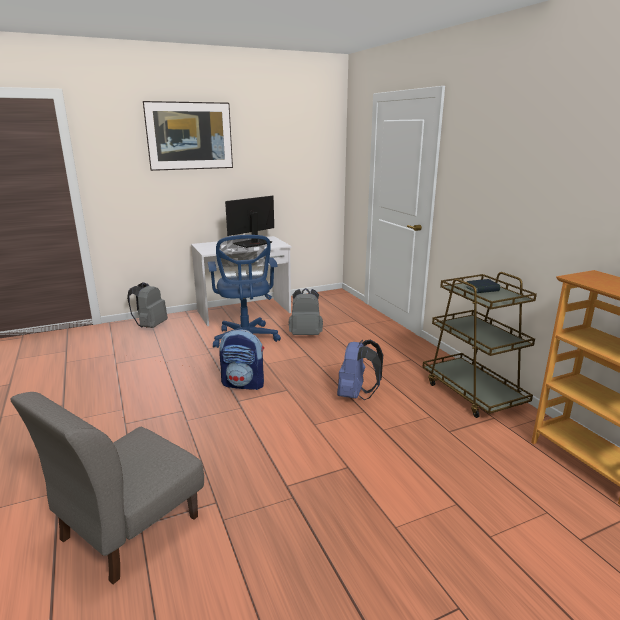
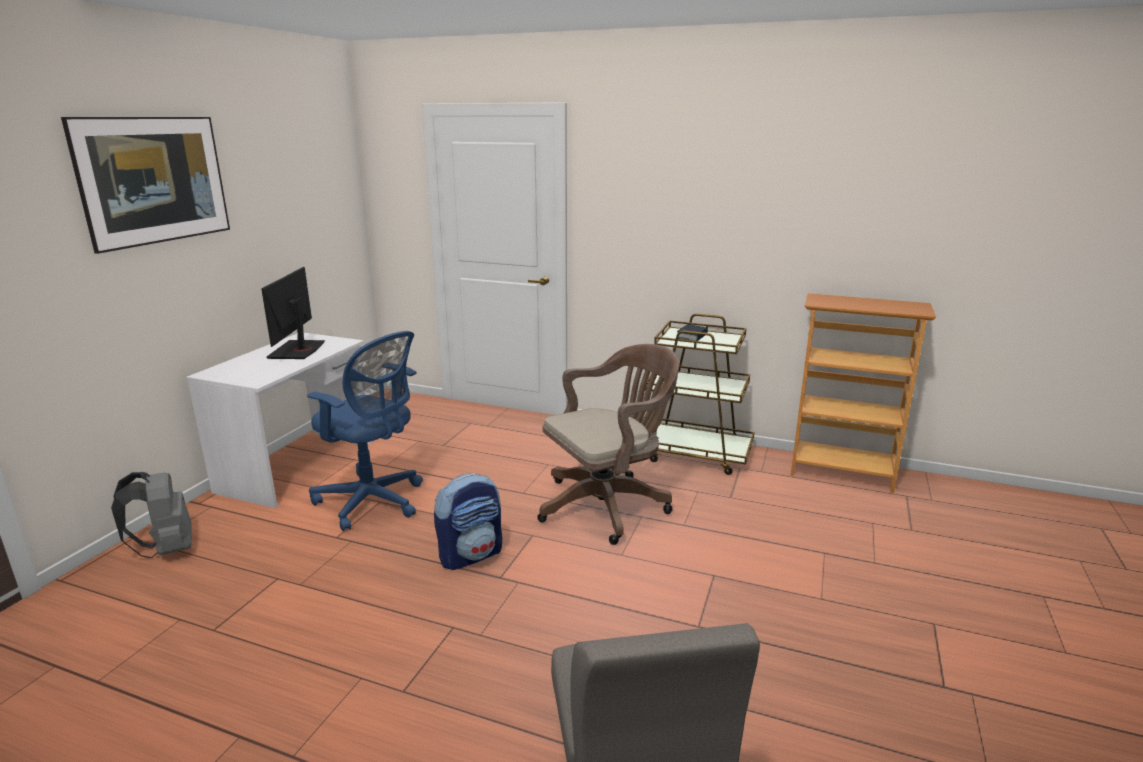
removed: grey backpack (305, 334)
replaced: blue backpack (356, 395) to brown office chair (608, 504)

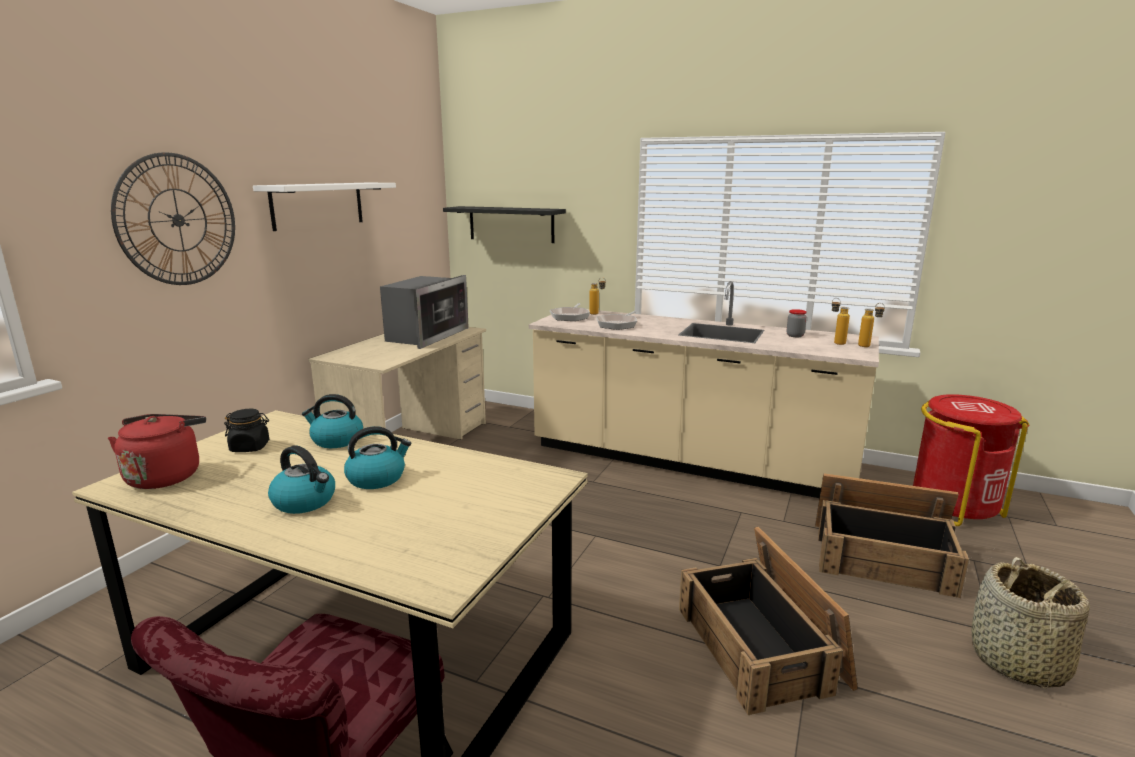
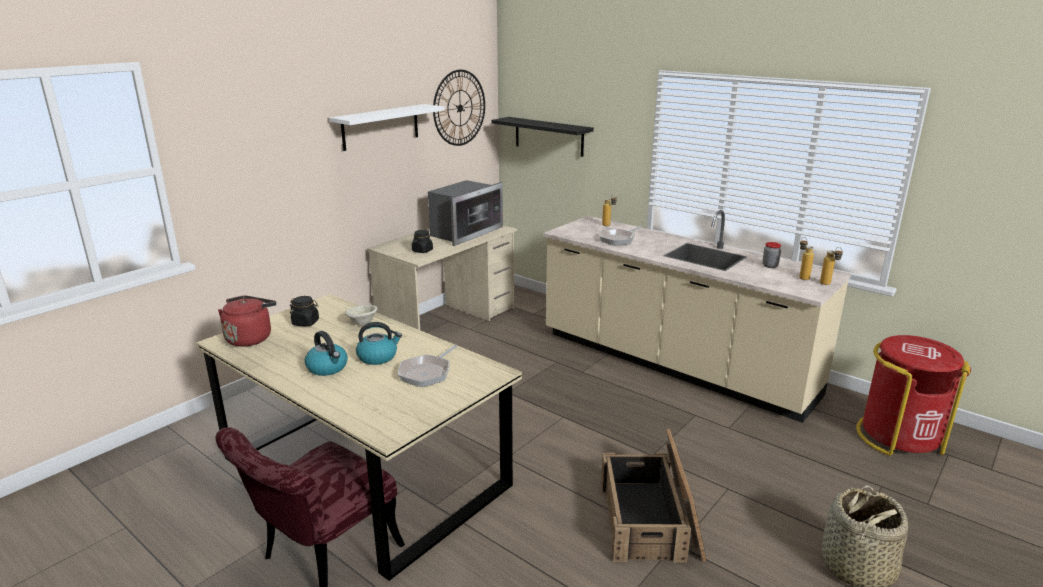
removed: crate (882, 557)
added: black jar (422, 251)
moved: wall clock (178, 220) to (459, 108); frying pan (570, 316) to (427, 373)
replaced: kettle (336, 440) to beige bowl (362, 324)

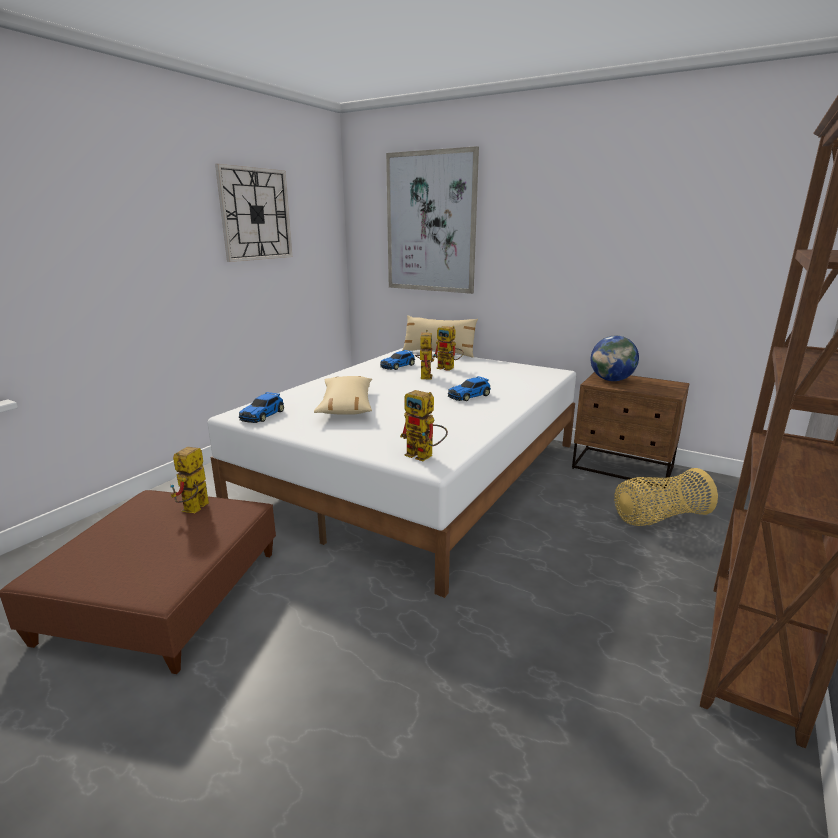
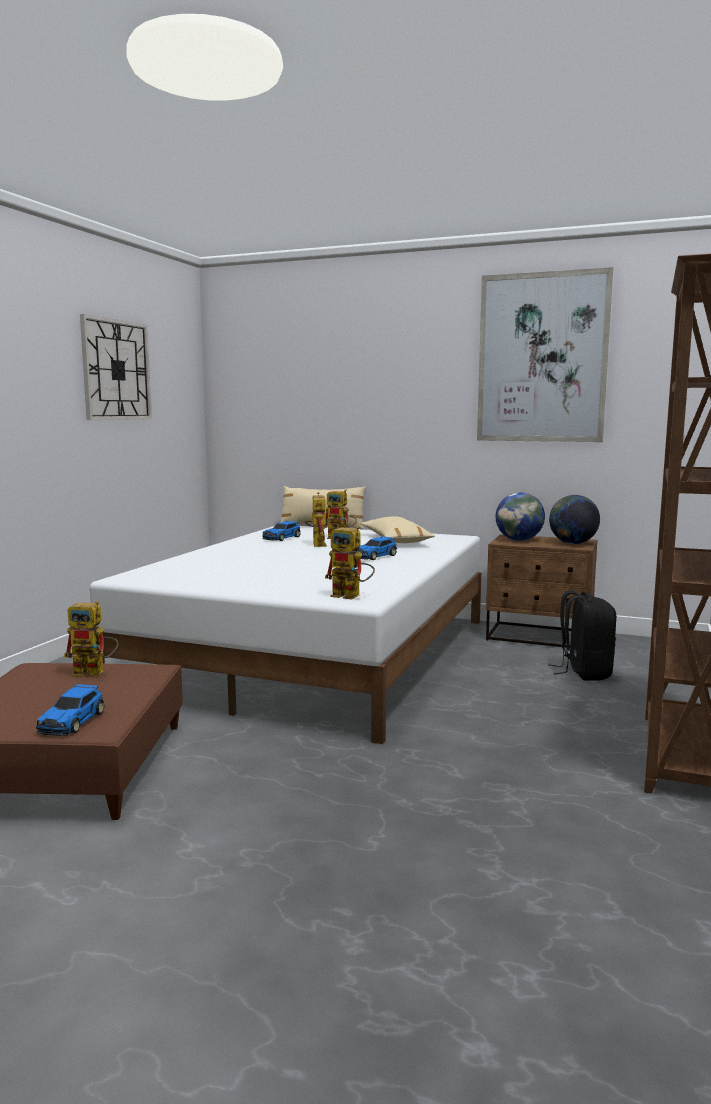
added: globe (573, 544)
moved: picture (431, 223) to (542, 358); beige pillow (346, 405) to (395, 540); toy car (263, 415) to (73, 721)
replaced: basket (658, 518) to black backpack (583, 672)
turned: toy robot (194, 510) = (95, 672) 90 degrees counterclockwise

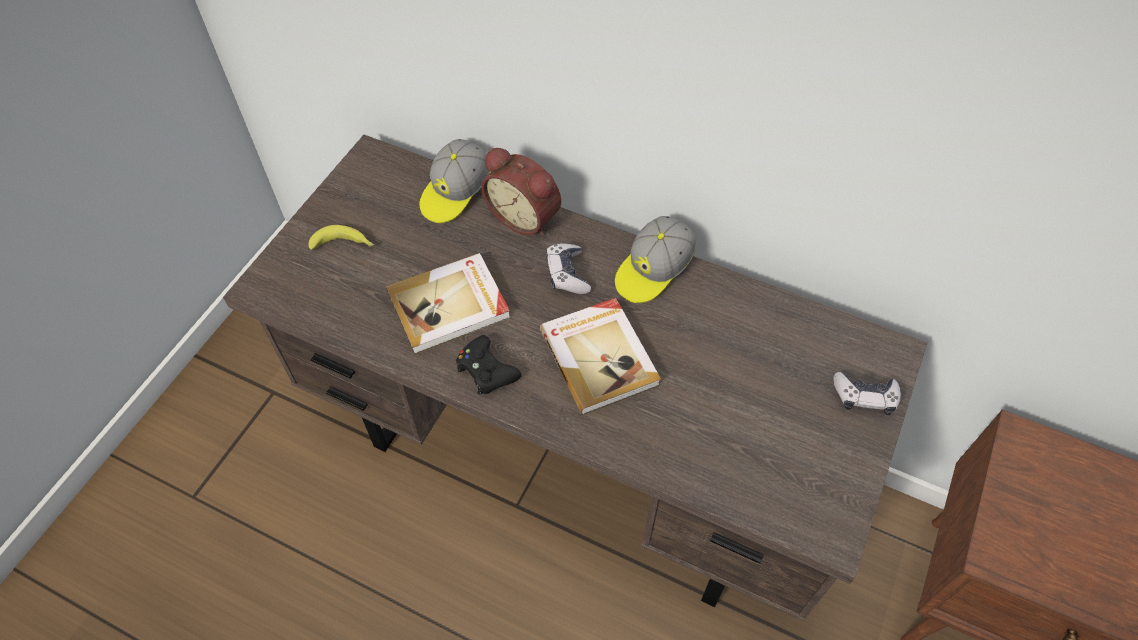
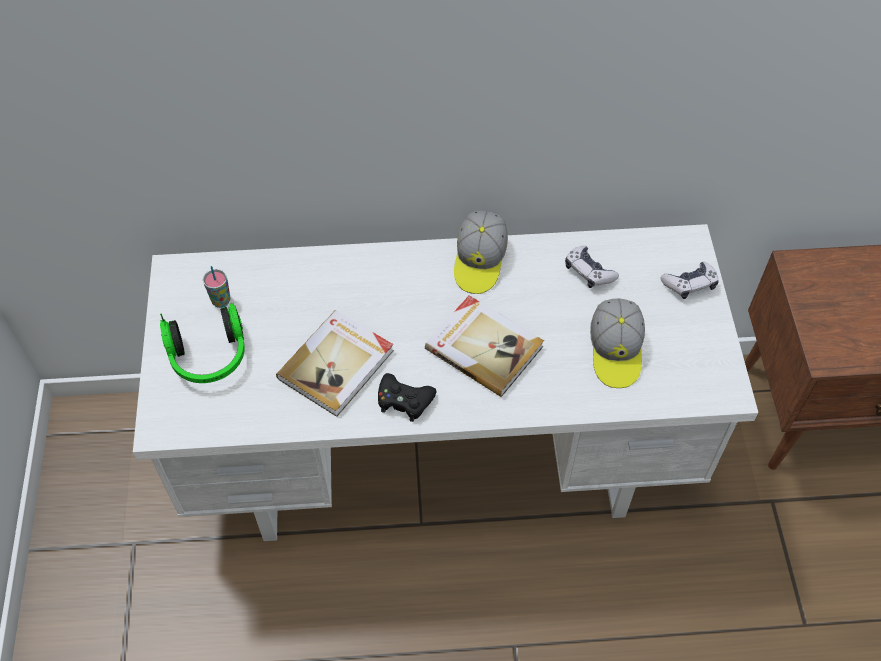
removed: alarm clock (525, 216)
added: cup (221, 301)
moved: cap (455, 193) to (615, 351); game controller (567, 274) to (589, 272)
replaced: banana (344, 245) to headphones (209, 358)
recoloured: brown desk (572, 458) to white desk (443, 461)

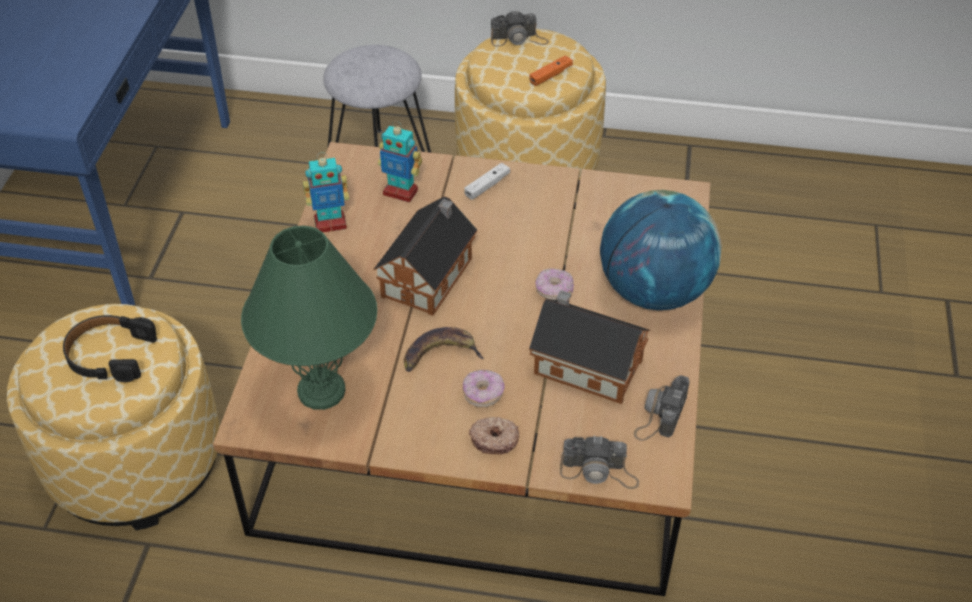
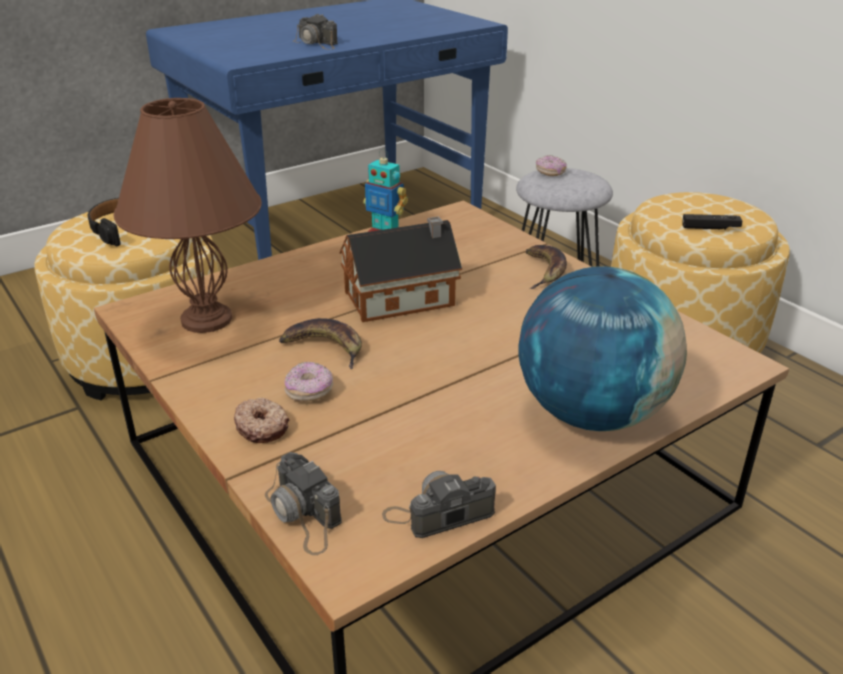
removed: toy robot (401, 192); toy house (584, 364)
moved: photo camera (519, 39) to (317, 43); donut (554, 291) to (550, 173)
replaced: white game controller (487, 186) to banana (544, 271)
recoloured: orange game controller (550, 75) to black game controller (710, 228); green table lamp (322, 391) to brown table lamp (206, 320)

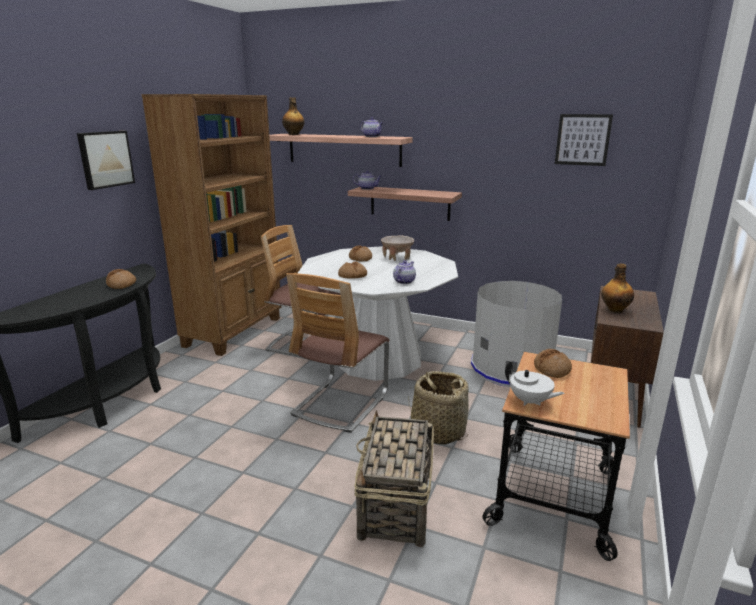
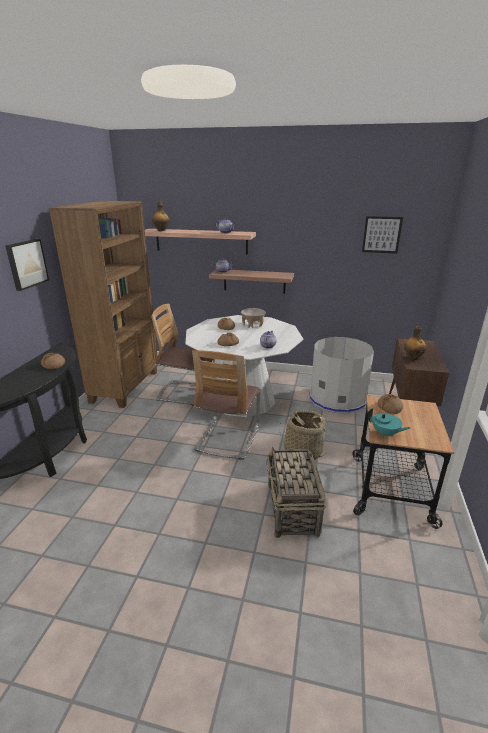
recoloured: white teapot (530, 401) to turquoise teapot (385, 433)

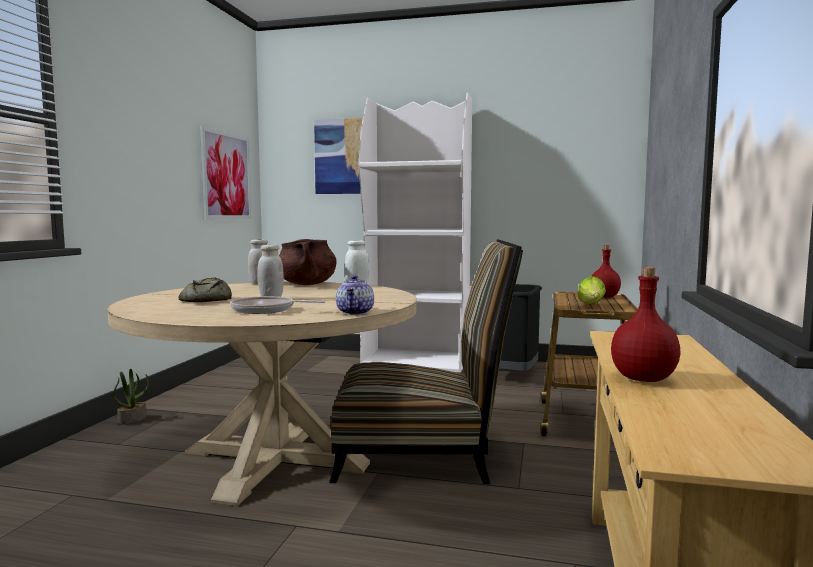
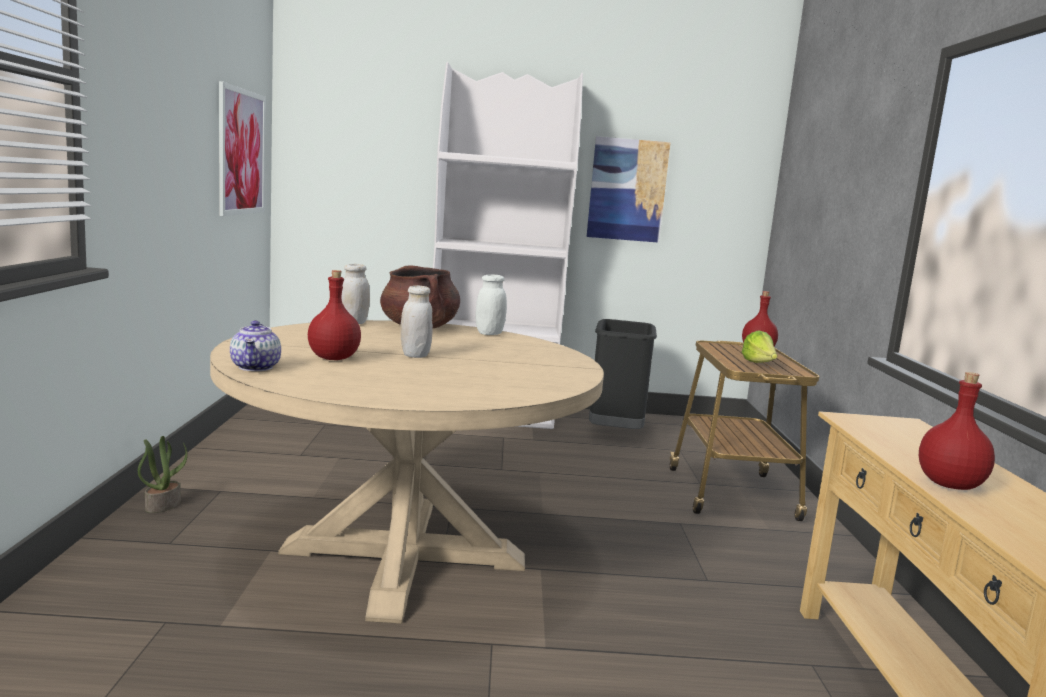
removed: chair (423, 455); frying pan (266, 310)
moved: picture (341, 156) to (627, 190); teapot (355, 312) to (256, 367)
replaced: bread (205, 300) to red bottle (334, 358)

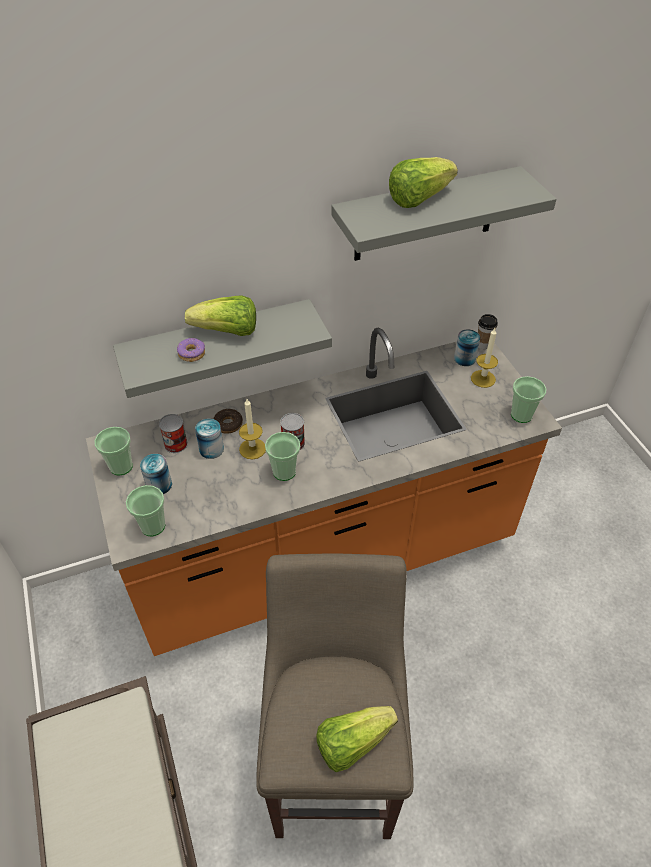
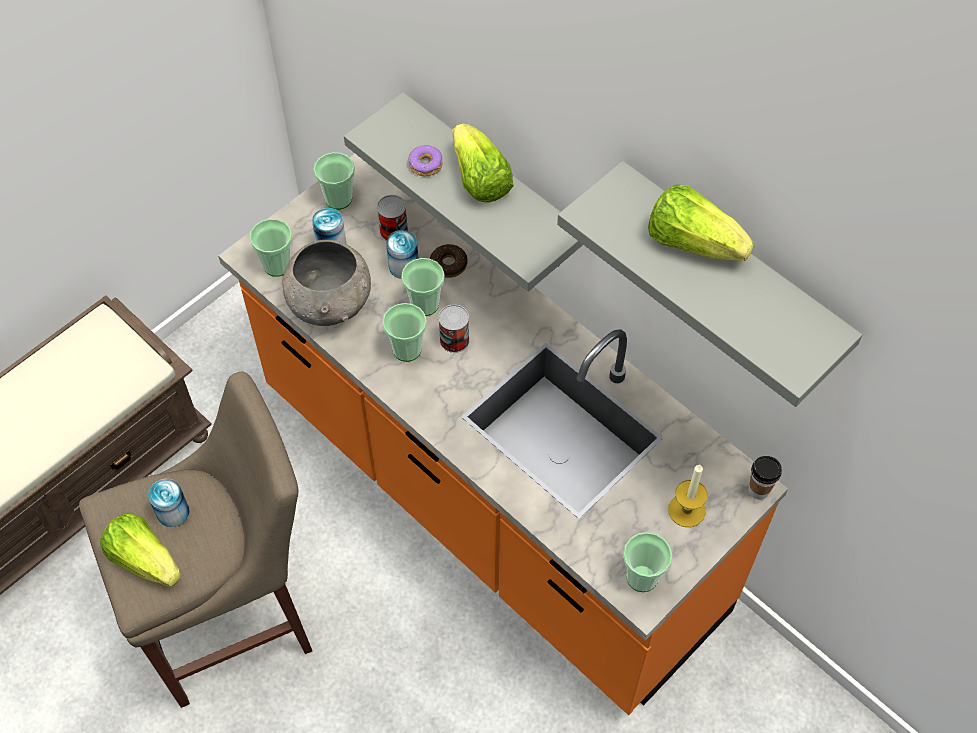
added: grey bowl (331, 306)
moved: can (464, 358) to (173, 512)
replaced: candle (252, 449) to cup (425, 304)

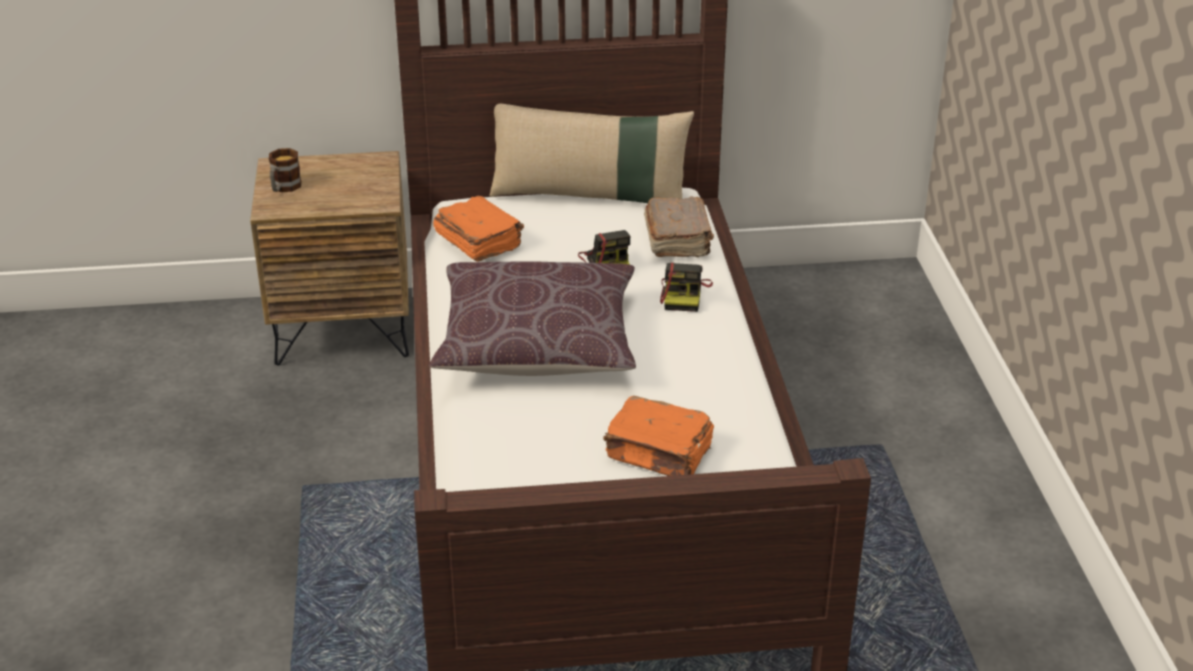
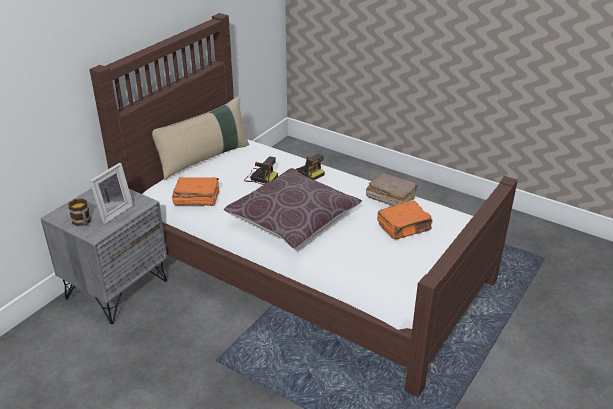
added: picture frame (113, 212)
moved: brown book (678, 240) to (390, 198)
recoloured: brown nightstand (343, 328) to grey nightstand (116, 289)

